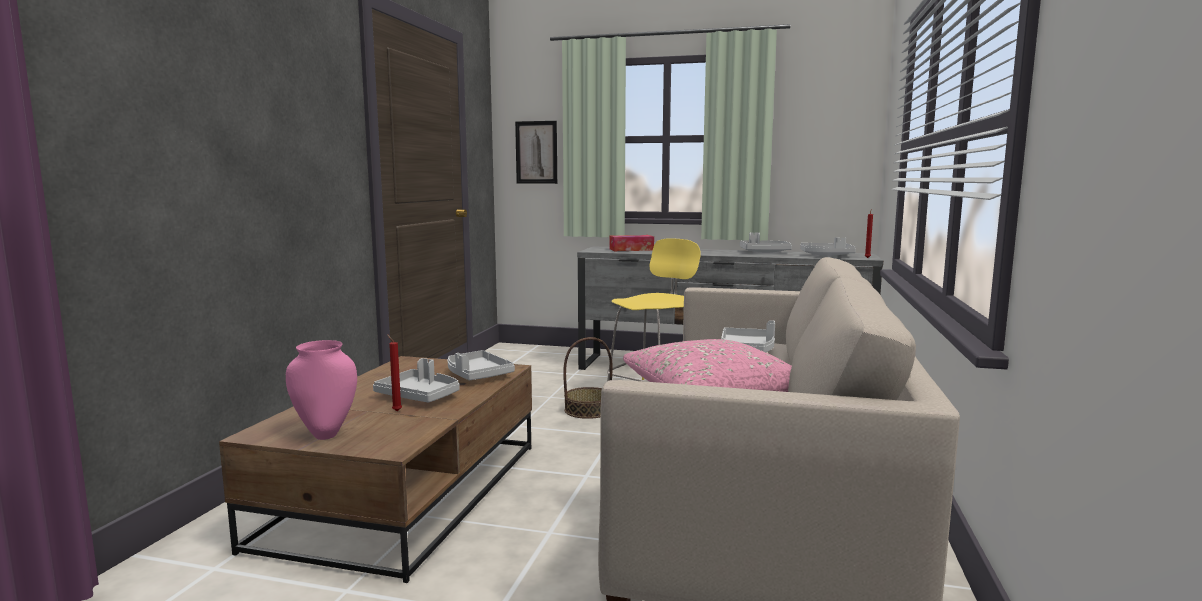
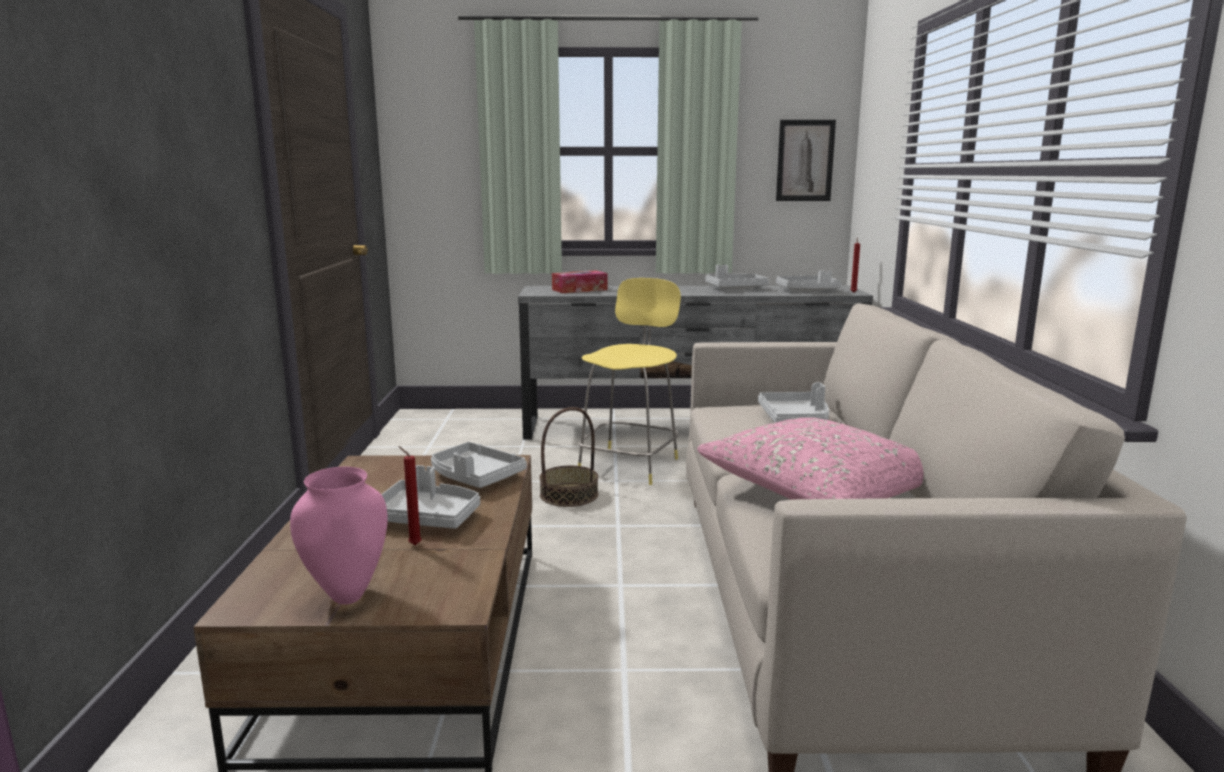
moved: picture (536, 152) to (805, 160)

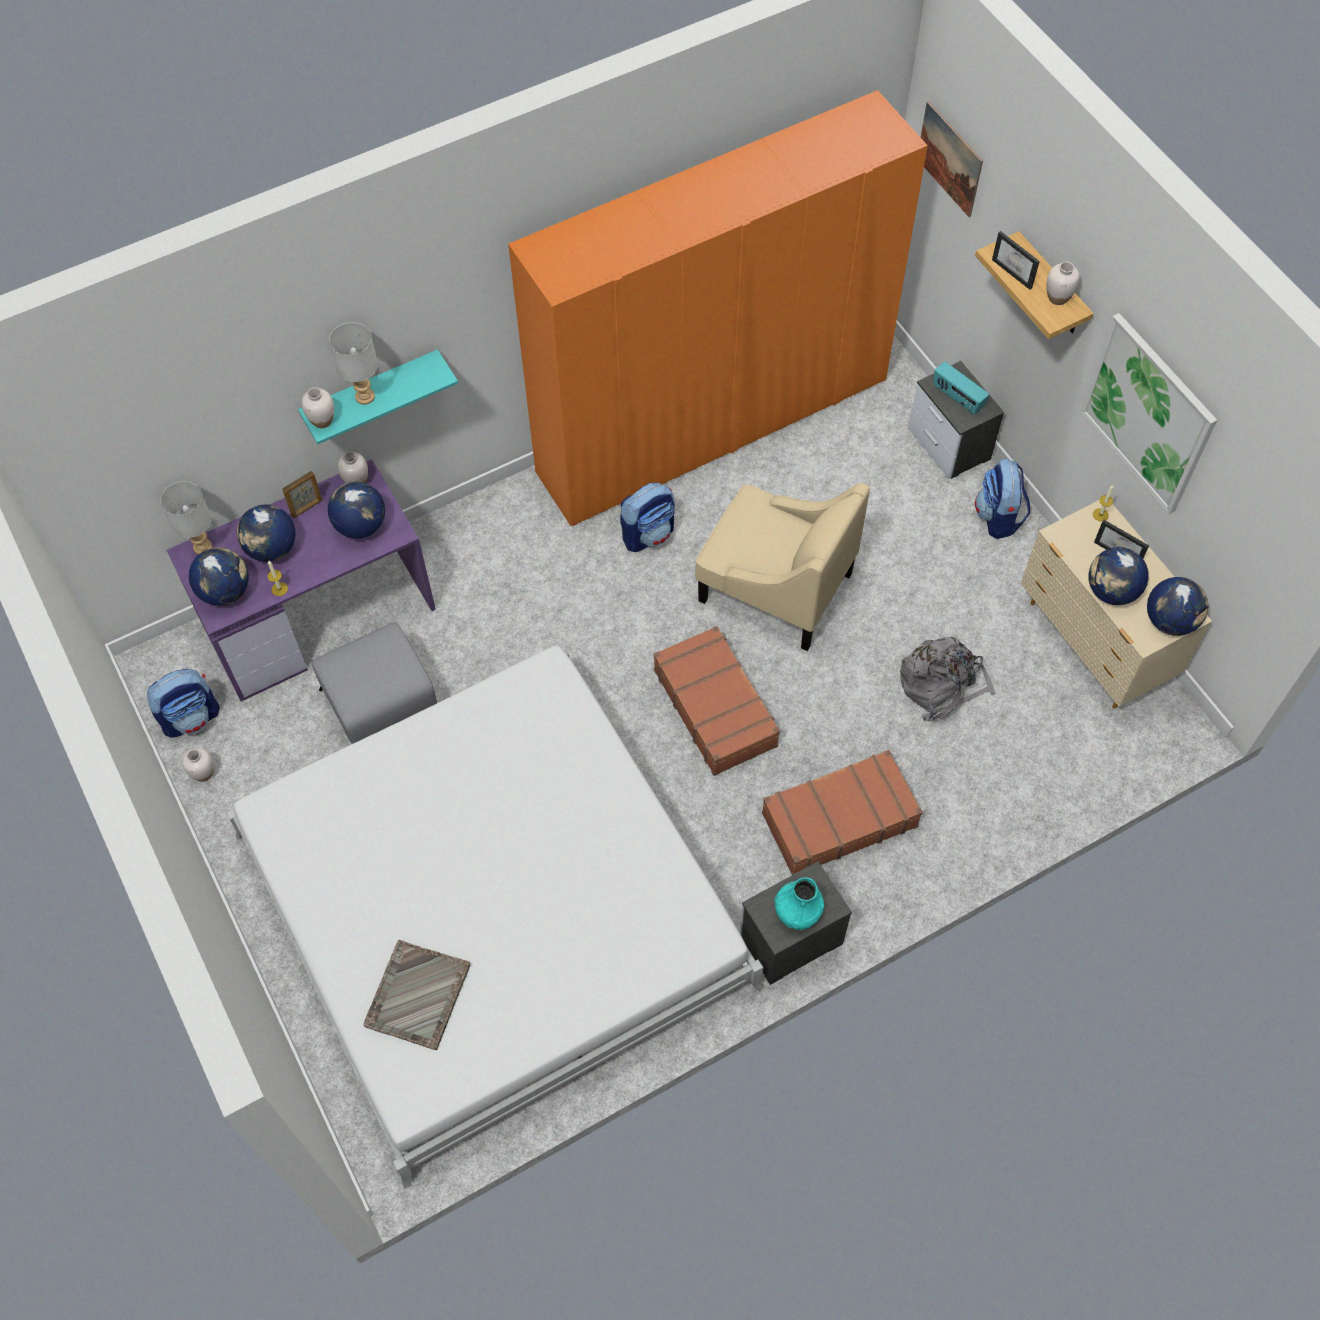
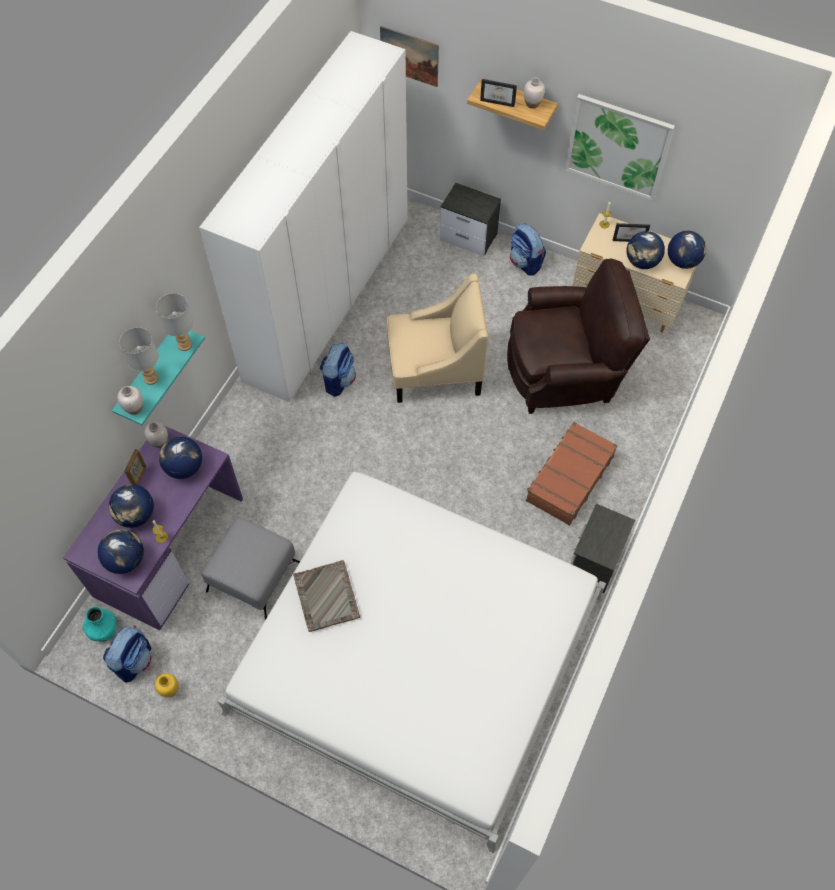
removed: radio (957, 398); brown suitcase (716, 707)
moved: grey table lamp (203, 547) to (185, 345); turquoise vase (797, 911) to (103, 629); grey tray (417, 996) to (326, 597)
replaced: grey backpack (941, 685) to brown armchair (566, 371)
recoloured: orange wardrobe (714, 425) to white wardrobe (328, 296); white vase (204, 773) to yellow vase (170, 690)

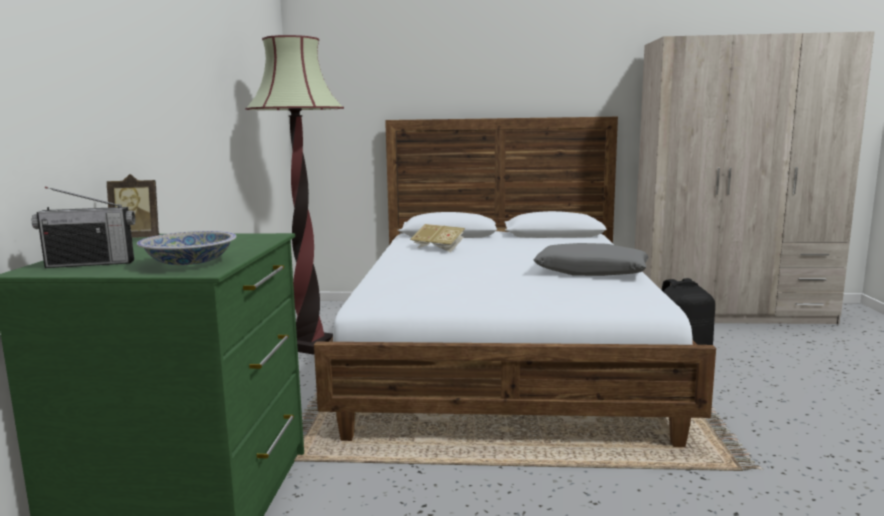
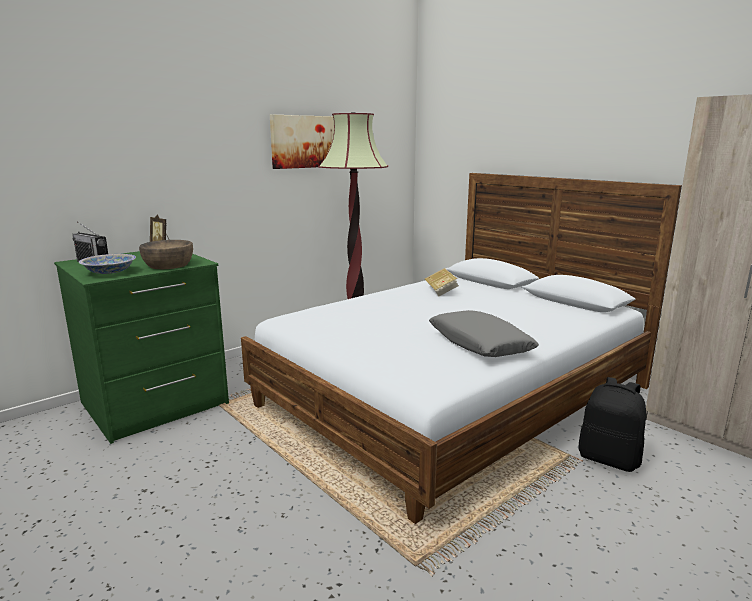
added: picture (304, 142); brown bowl (168, 265)

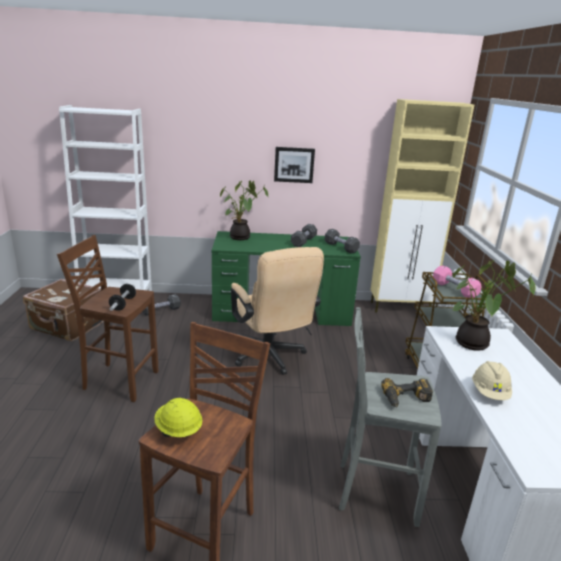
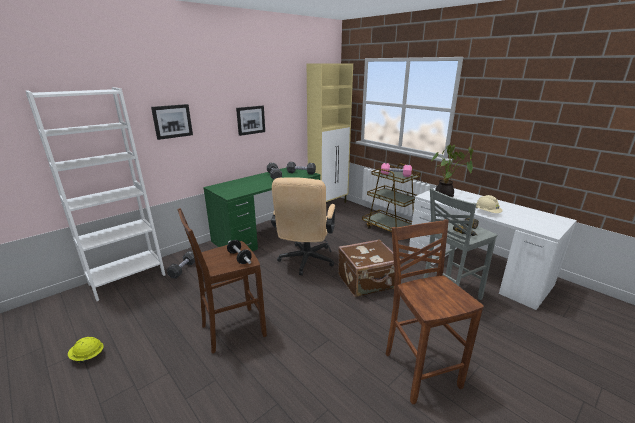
removed: potted plant (241, 238)
added: picture (172, 121)
moved: brown suitcase (67, 326) to (367, 282); yellow hard hat (178, 430) to (88, 356)
turned: beige office chair (270, 357) = (305, 262) 75 degrees clockwise

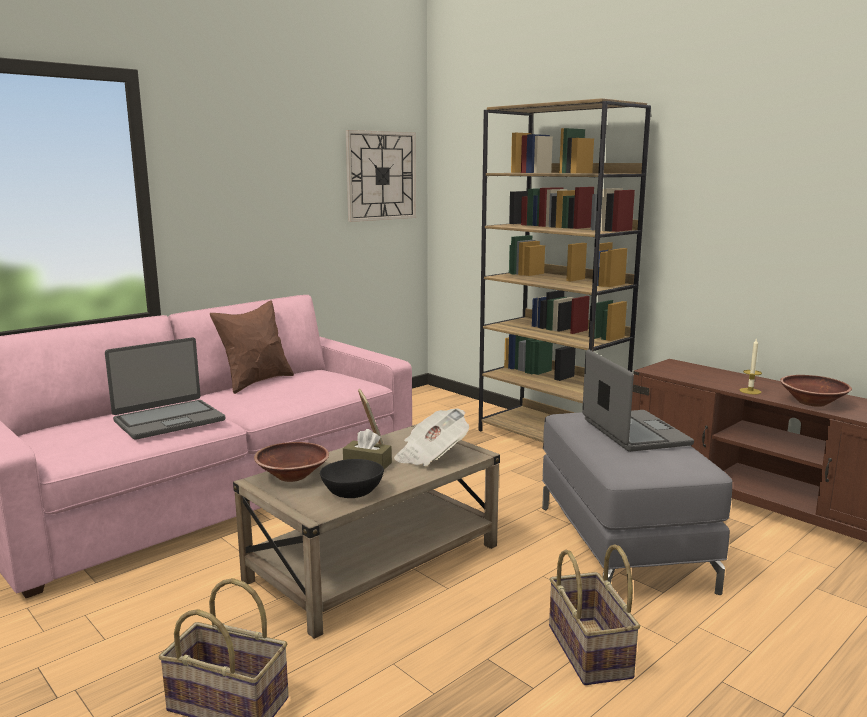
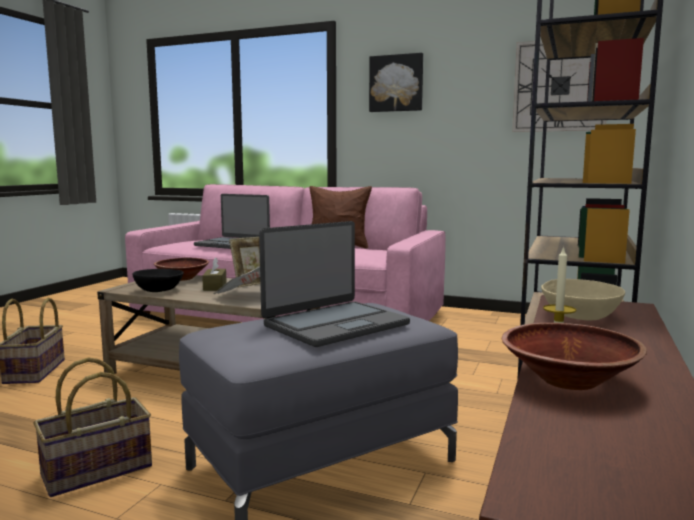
added: picture (396, 83); beige bowl (581, 316)

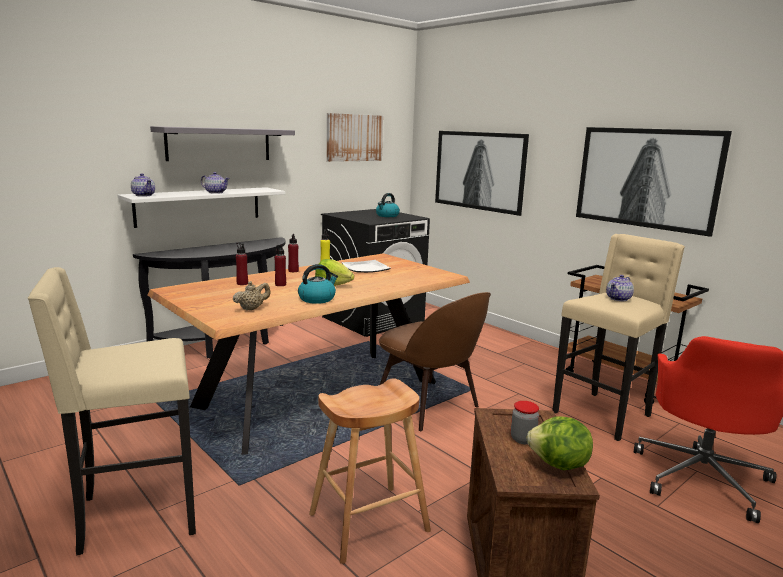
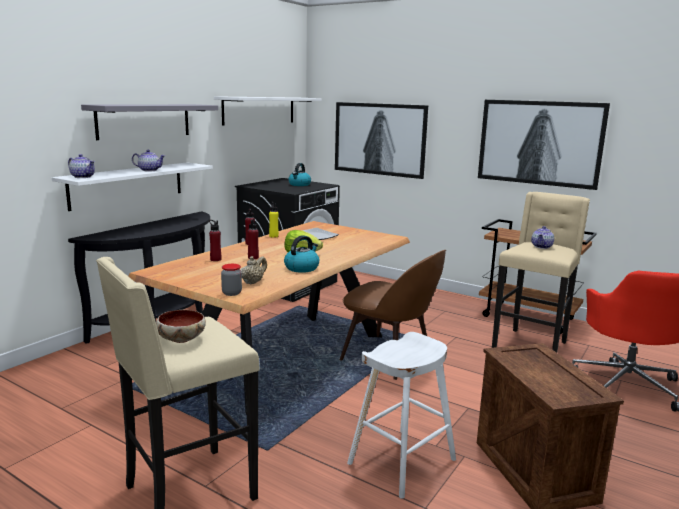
removed: lettuce (558, 465)
added: bowl (180, 339)
moved: jar (523, 439) to (231, 293)
replaced: picture (354, 137) to white shelf (259, 110)
recoloured: brown stool (369, 522) to white stool (402, 461)

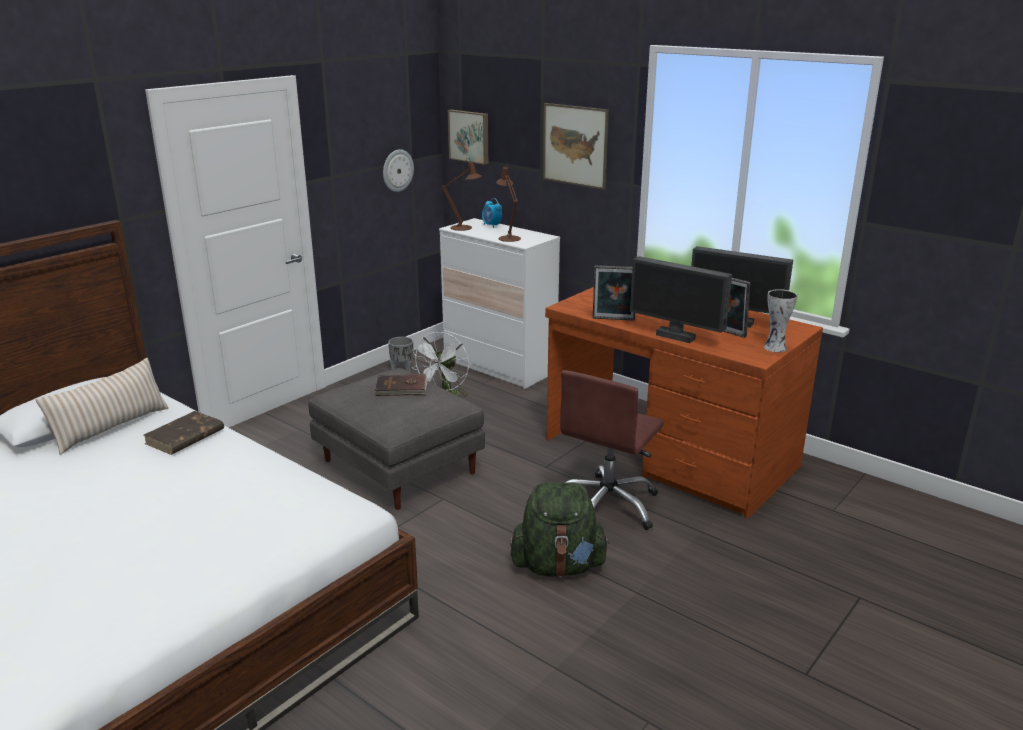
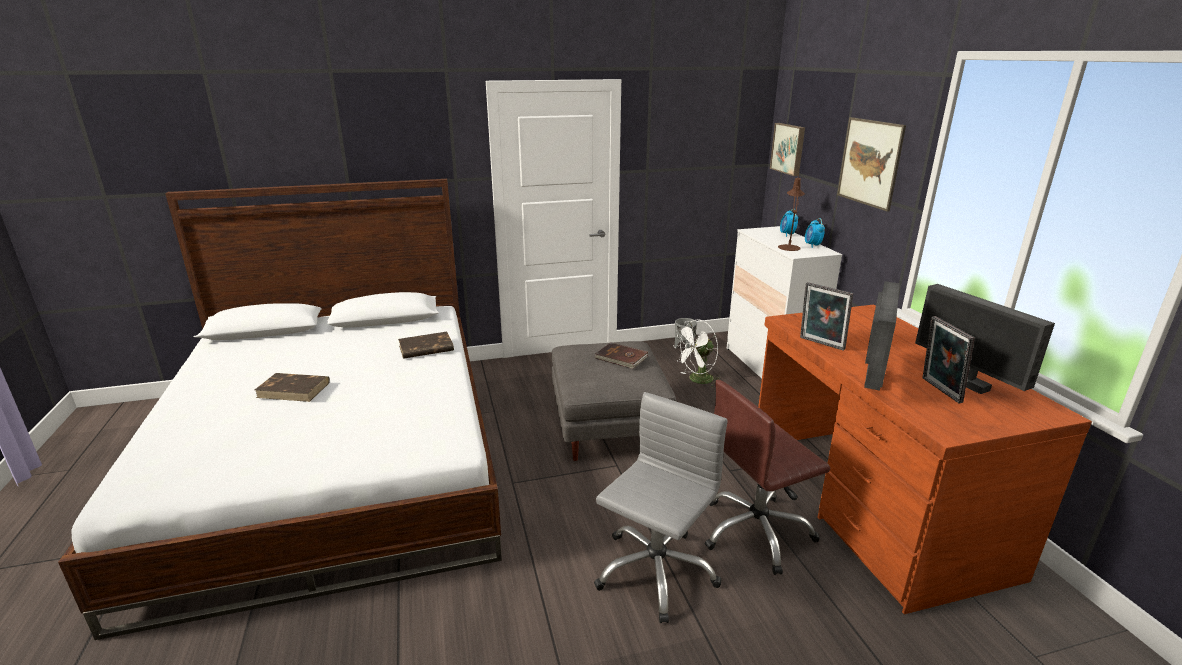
removed: wall clock (397, 170); brown table lamp (464, 228); vase (775, 348); beige pillow (111, 428)
added: alarm clock (812, 245); brown book (294, 390)
replaced: green backpack (558, 566) to grey office chair (655, 571)
turned: monitor (676, 336) = (871, 379) 135 degrees counterclockwise

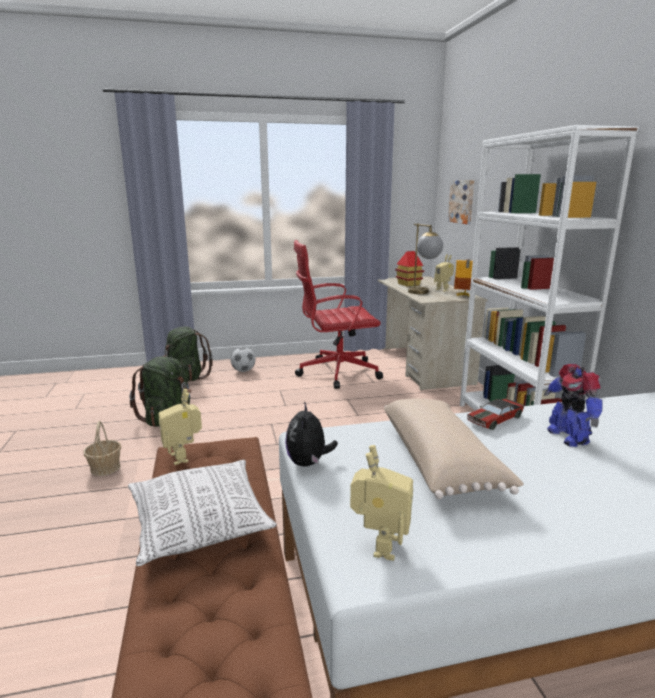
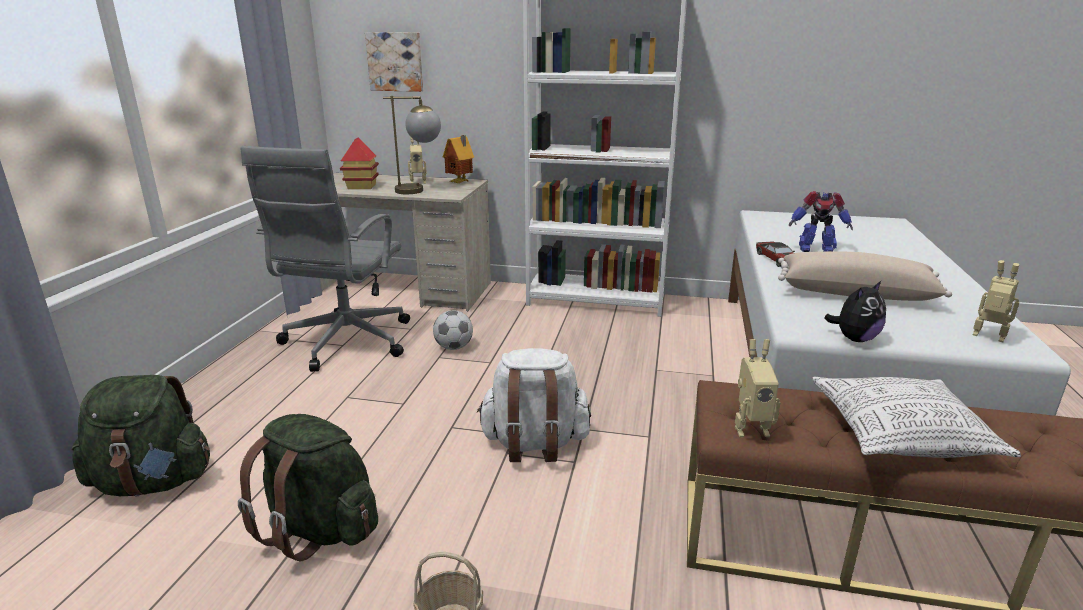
added: white backpack (534, 444)
moved: football (243, 371) to (454, 347)
recoloured: red office chair (336, 372) to grey office chair (345, 343)
turned: plush toy (308, 463) = (854, 339) 60 degrees counterclockwise

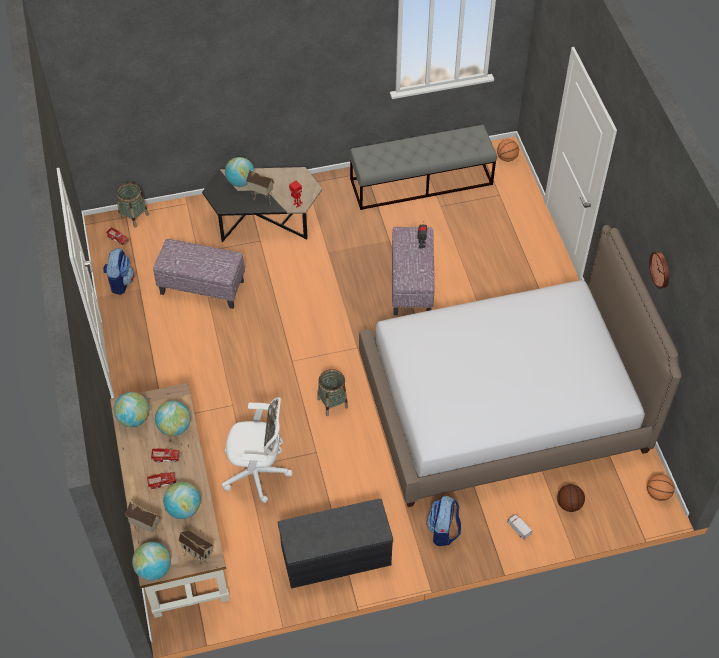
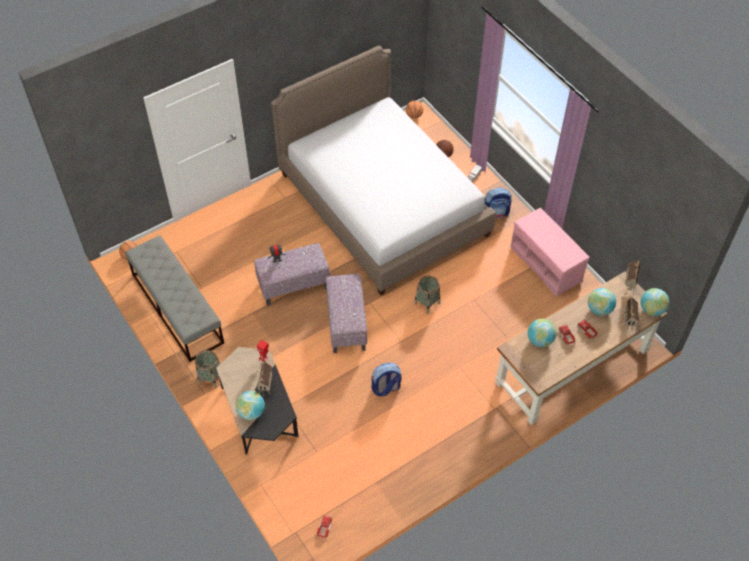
removed: wall clock (661, 269); globe (134, 418); white office chair (258, 473)
moved: basket (134, 216) to (210, 377); ottoman (202, 287) to (346, 323); backpack (120, 282) to (385, 388)
recoloured: grey bench (335, 557) to pink bench (546, 264)

